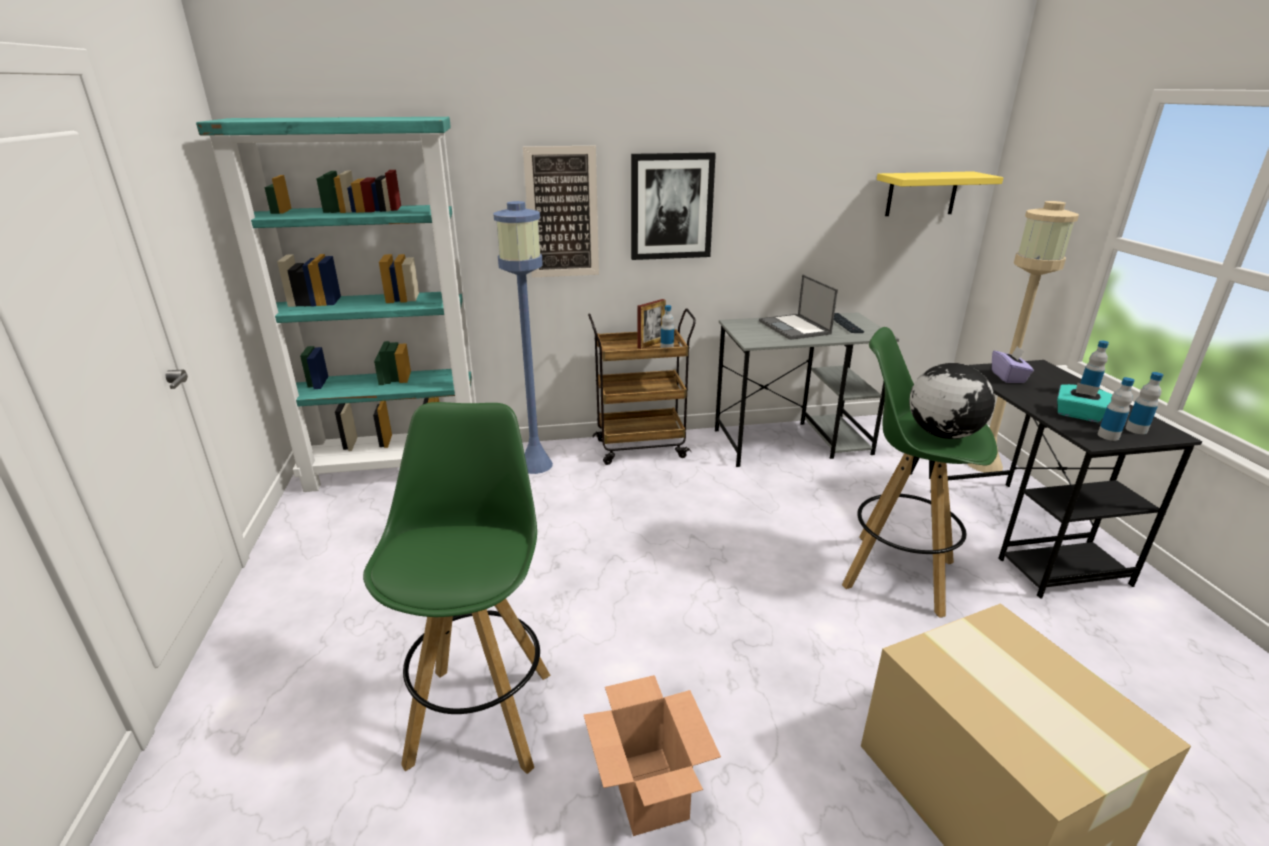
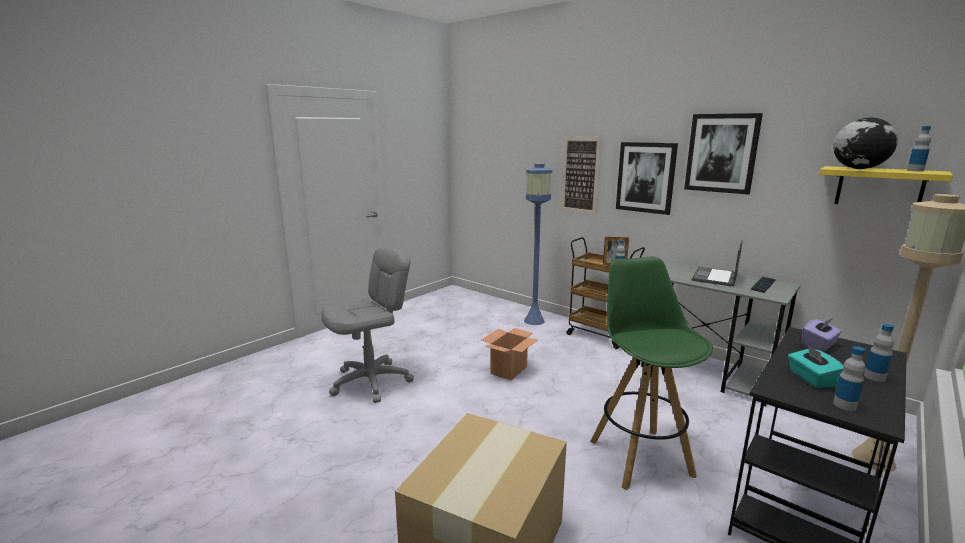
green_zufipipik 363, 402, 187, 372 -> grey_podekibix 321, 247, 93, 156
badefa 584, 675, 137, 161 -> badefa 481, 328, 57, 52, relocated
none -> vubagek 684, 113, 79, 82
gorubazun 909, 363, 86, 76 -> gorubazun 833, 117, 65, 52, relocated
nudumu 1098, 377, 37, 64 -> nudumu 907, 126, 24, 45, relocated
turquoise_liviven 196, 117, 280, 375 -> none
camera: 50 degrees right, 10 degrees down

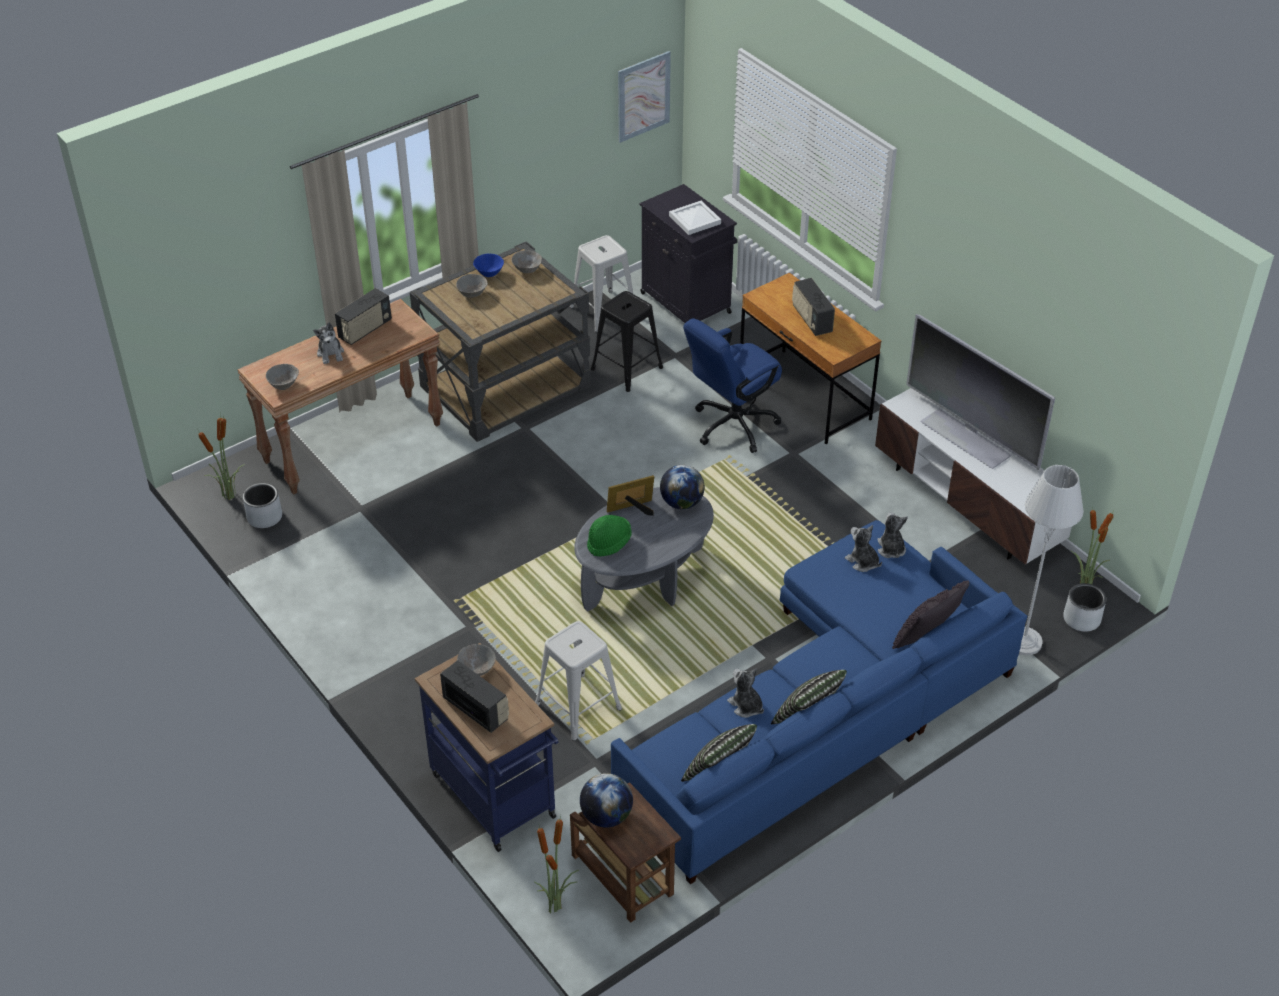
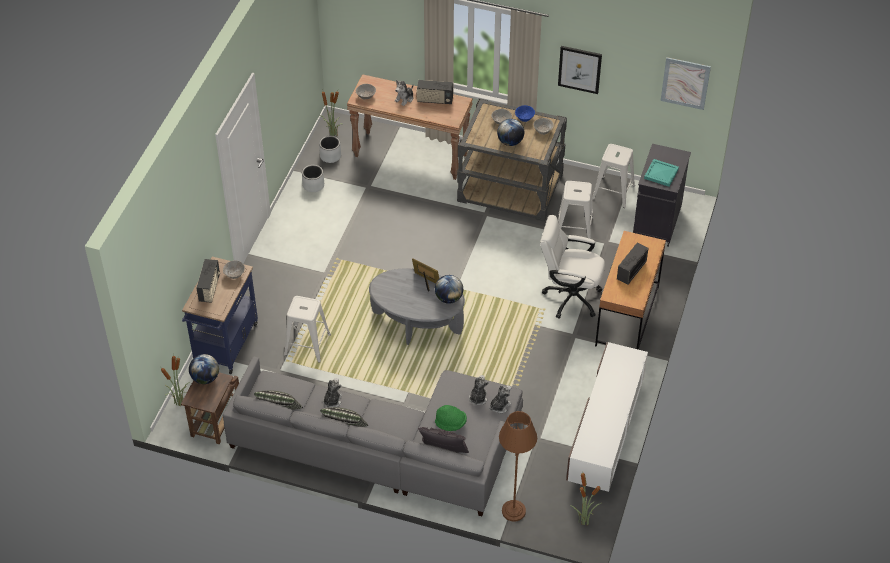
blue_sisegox 611, 520, 416, 364 -> grey_sisegox 223, 357, 300, 159
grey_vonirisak 1063, 583, 43, 49 -> grey_vonirisak 302, 165, 22, 27, relocated
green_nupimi 587, 515, 45, 42 -> green_nupimi 435, 405, 32, 26, relocated
none -> gorubazun 497, 119, 27, 27
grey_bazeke 1019, 465, 65, 191 -> brown_bazeke 499, 411, 38, 111
blue_podekibix 683, 318, 99, 135 -> white_podekibix 540, 215, 65, 104
none -> vubagek 558, 46, 44, 48
black_zufipipik 591, 291, 72, 101 -> white_zufipipik 558, 181, 36, 58
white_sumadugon 669, 201, 52, 34 -> turquoise_sumadugon 644, 159, 35, 28
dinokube 906, 314, 149, 156 -> none
camera: 55 degrees right, 5 degrees up

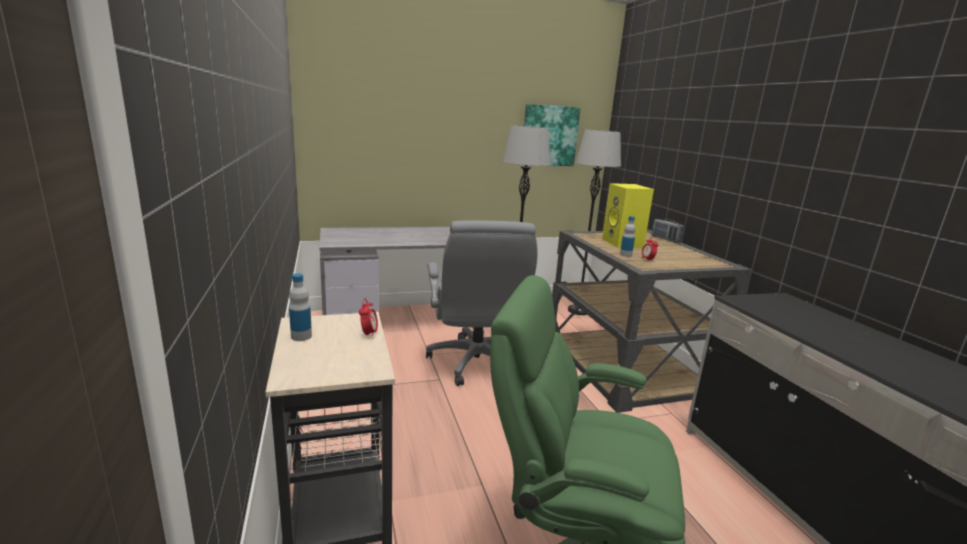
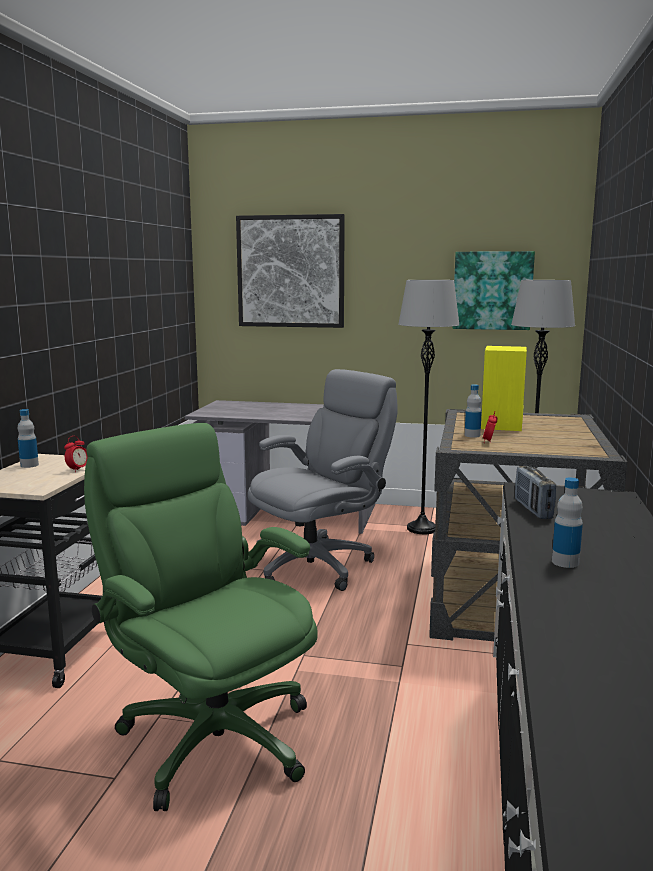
none -> vubagek 236, 214, 109, 114
grey_podekibix 426, 220, 112, 166 -> grey_podekibix 248, 369, 150, 222, 150 degrees counterclockwise
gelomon 652, 219, 32, 24 -> gelomon 515, 466, 41, 53, relocated
none -> nudumu 552, 478, 31, 90
camera: 30 degrees right, 5 degrees down

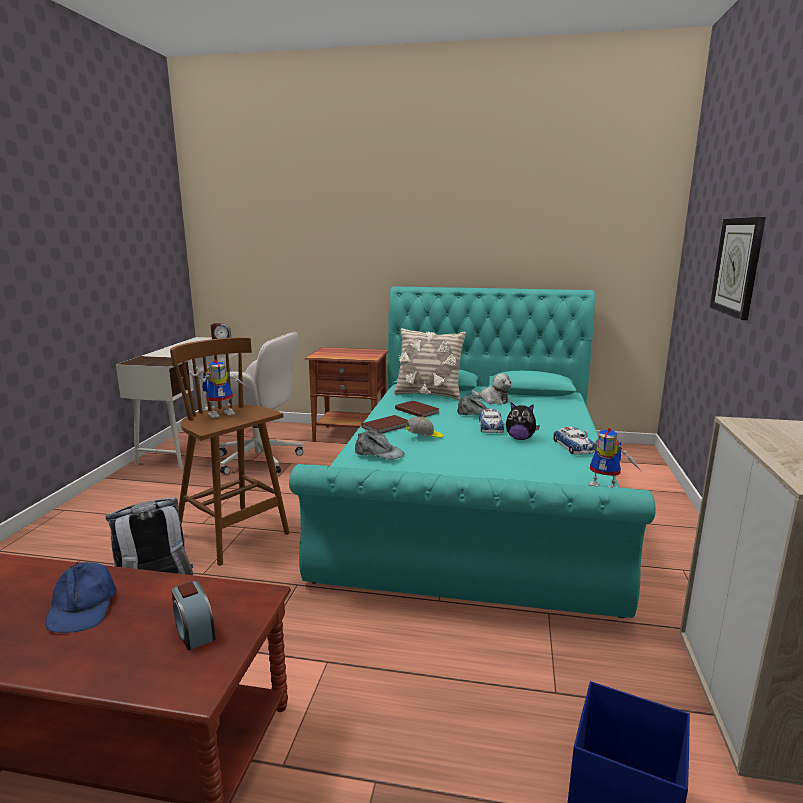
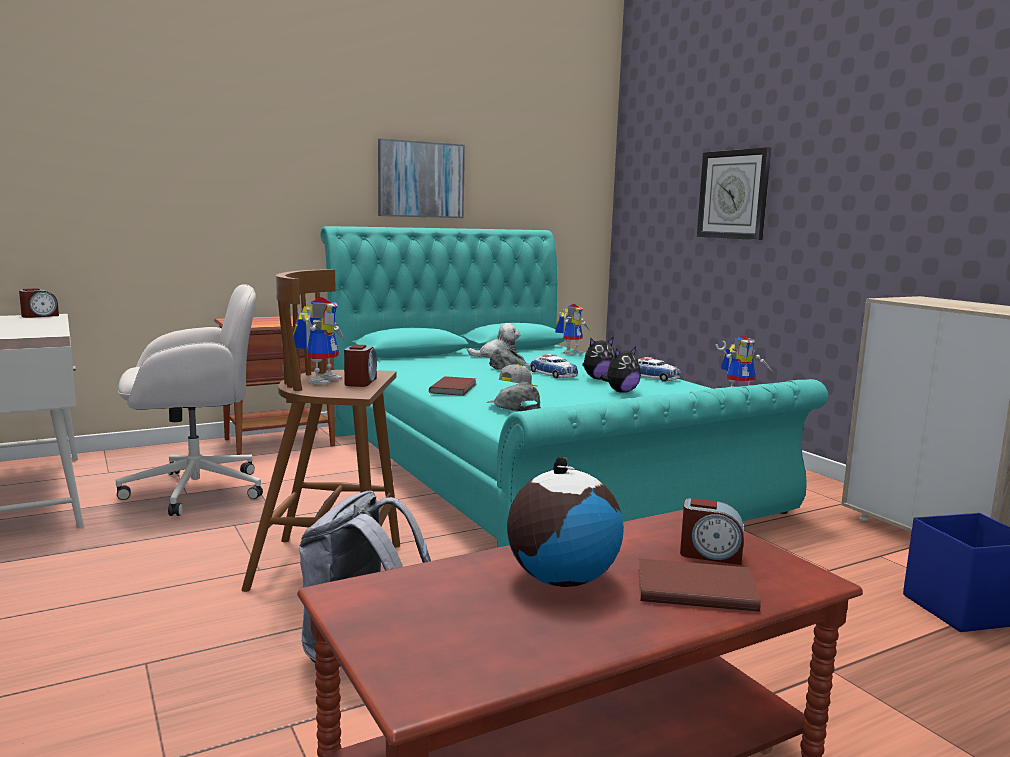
none -> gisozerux 344, 344, 33, 43
none -> vubagek 378, 138, 87, 80
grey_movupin 355, 430, 50, 30 -> grey_movupin 487, 381, 54, 30, 105 degrees counterclockwise
blue_movupin 45, 562, 72, 71 -> gorubazun 507, 456, 117, 131
none -> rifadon 555, 304, 35, 51
none -> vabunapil 600, 347, 41, 46
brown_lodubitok 395, 400, 45, 17 -> brown_lodubitok 638, 558, 123, 54, relocated
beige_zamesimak 394, 328, 72, 72 -> none
camera: 40 degrees left, 5 degrees down

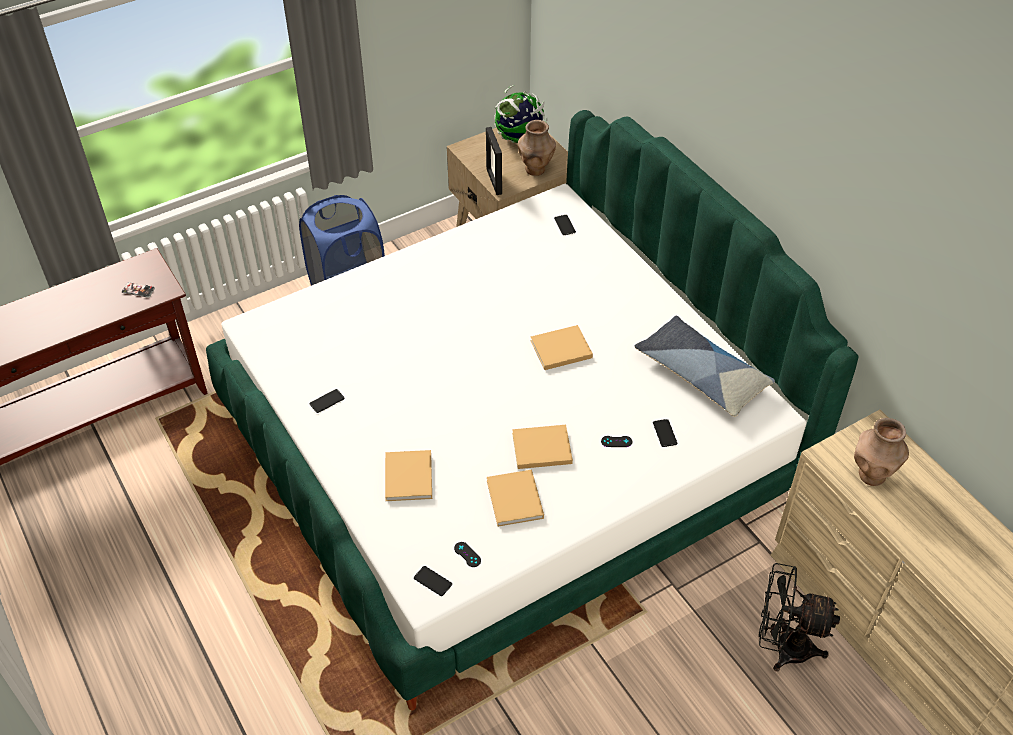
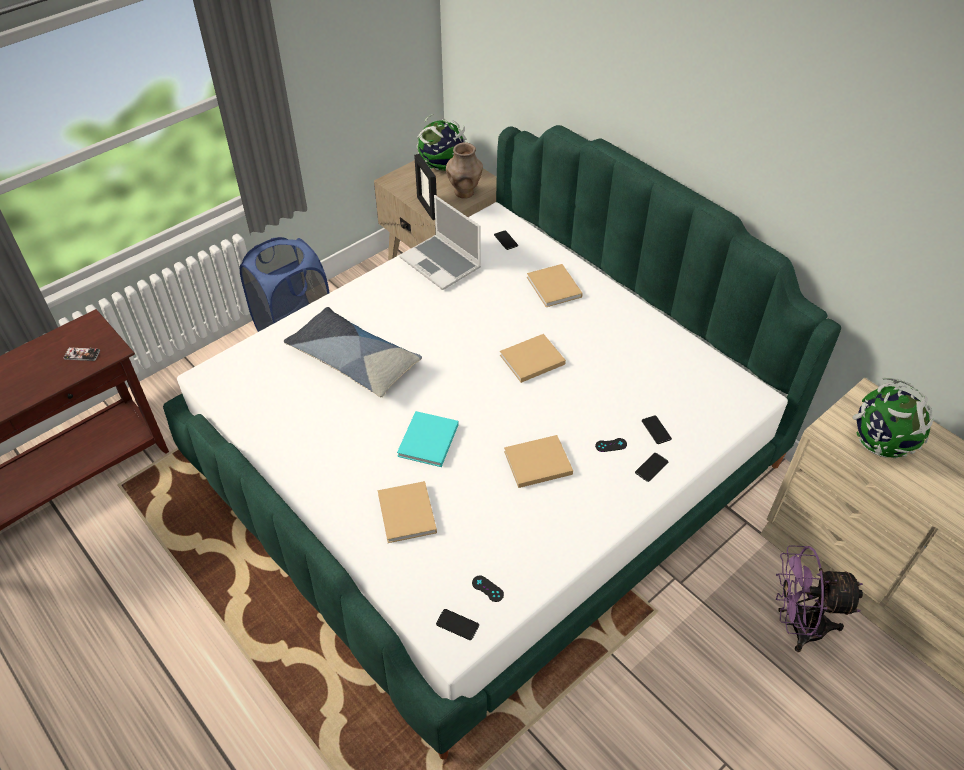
zamesimak 634, 316, 141, 101 -> zamesimak 284, 307, 138, 90, relocated
none -> turquoise_lodubitok 397, 411, 62, 56
none -> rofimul 399, 195, 82, 95
beige_lodubitok 487, 470, 57, 57 -> beige_lodubitok 527, 264, 56, 43, relocated
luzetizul 310, 389, 34, 24 -> luzetizul 635, 453, 33, 29, relocated
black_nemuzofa 759, 563, 81, 108 -> purple_nemuzofa 776, 545, 87, 107
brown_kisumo 854, 418, 55, 68 -> gorubazun 853, 378, 80, 80
camera: 10 degrees left, 0 degrees up

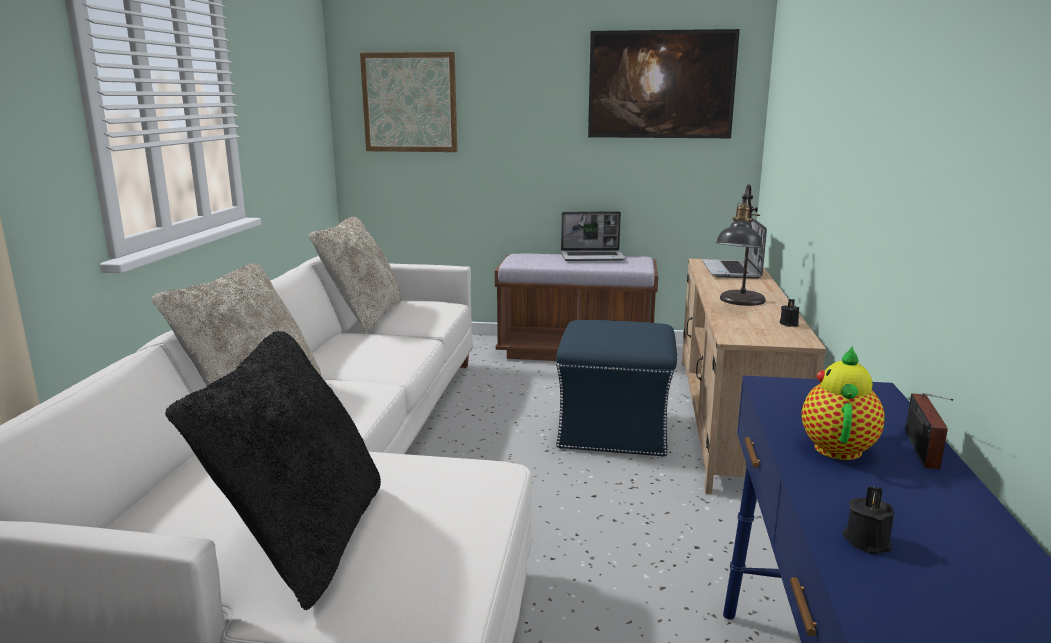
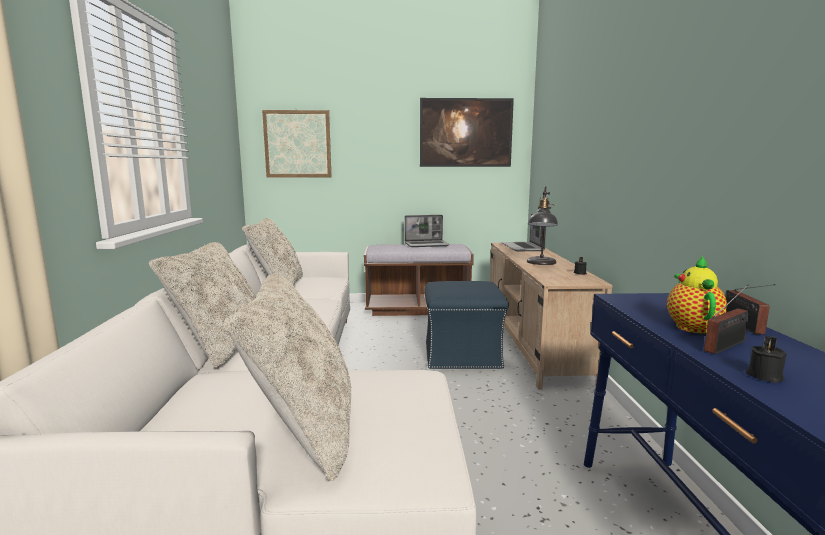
black_zamesimak 165, 331, 216, 280 -> beige_zamesimak 223, 274, 128, 207
none -> gelomon 704, 285, 45, 69
camera: 10 degrees left, 5 degrees down

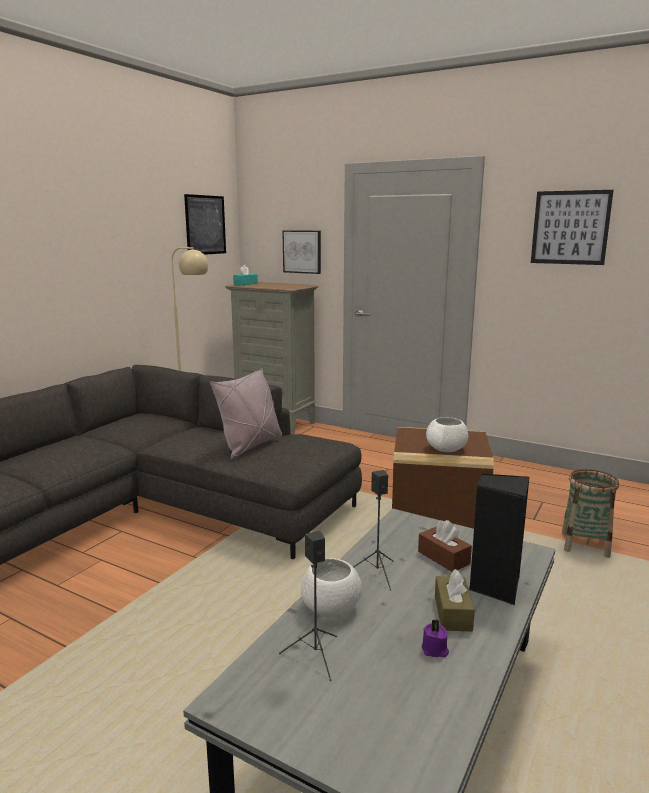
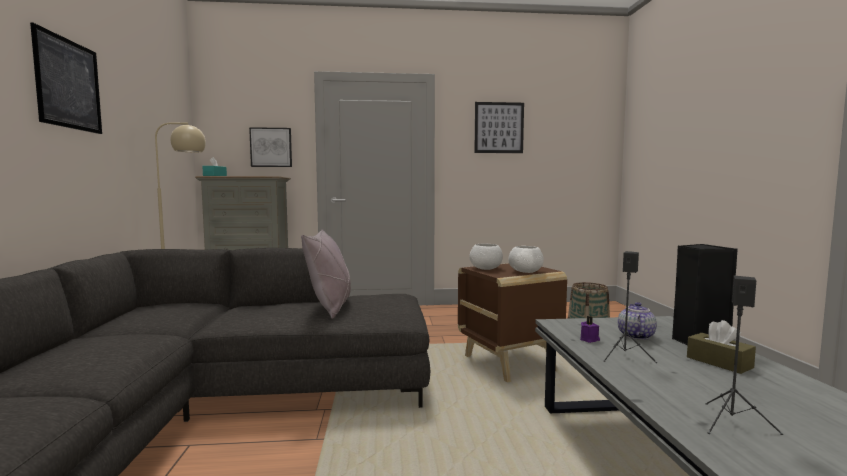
vubagek 184, 194, 42, 61 -> vubagek 30, 22, 72, 112, relocated
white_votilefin 301, 558, 61, 59 -> white_votilefin 469, 244, 34, 26, relocated
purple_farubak 422, 619, 27, 38 -> purple_farubak 580, 316, 20, 27, relocated
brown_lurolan 418, 520, 54, 52 -> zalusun 618, 302, 39, 38
camera: 35 degrees left, 10 degrees down

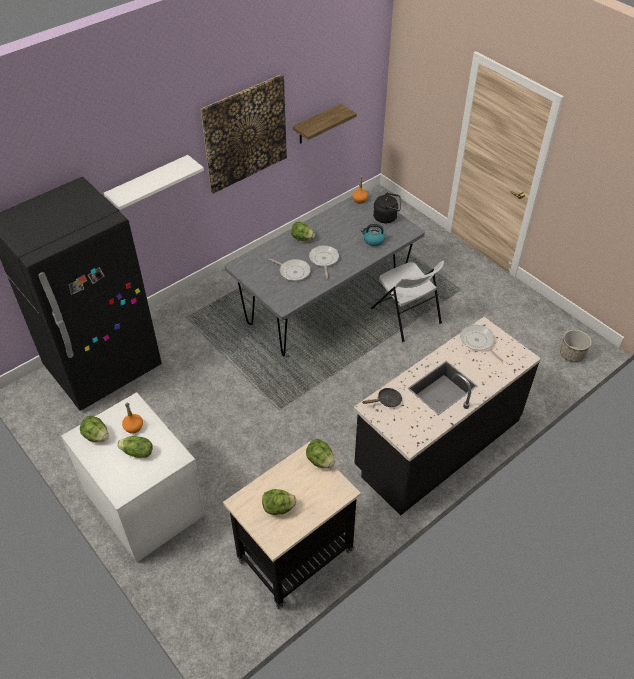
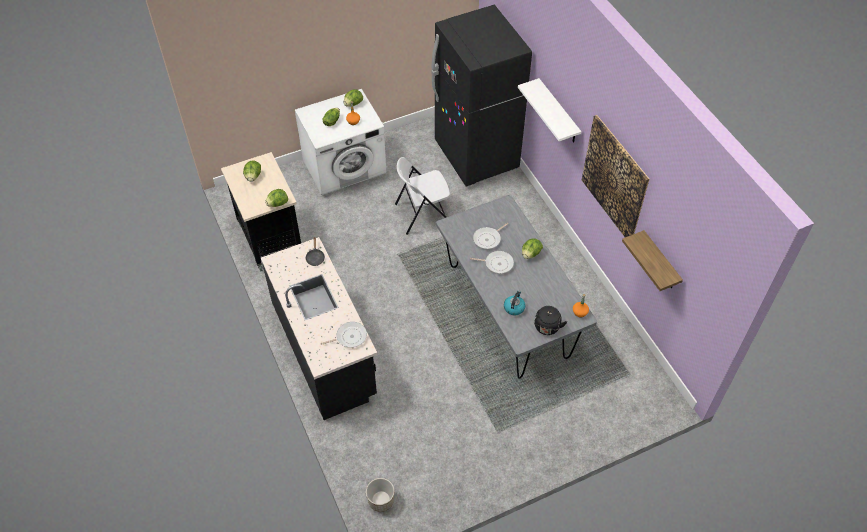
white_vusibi 371, 261, 73, 81 -> white_vusibi 395, 157, 55, 78, relocated
camera: 105 degrees right, 5 degrees up

